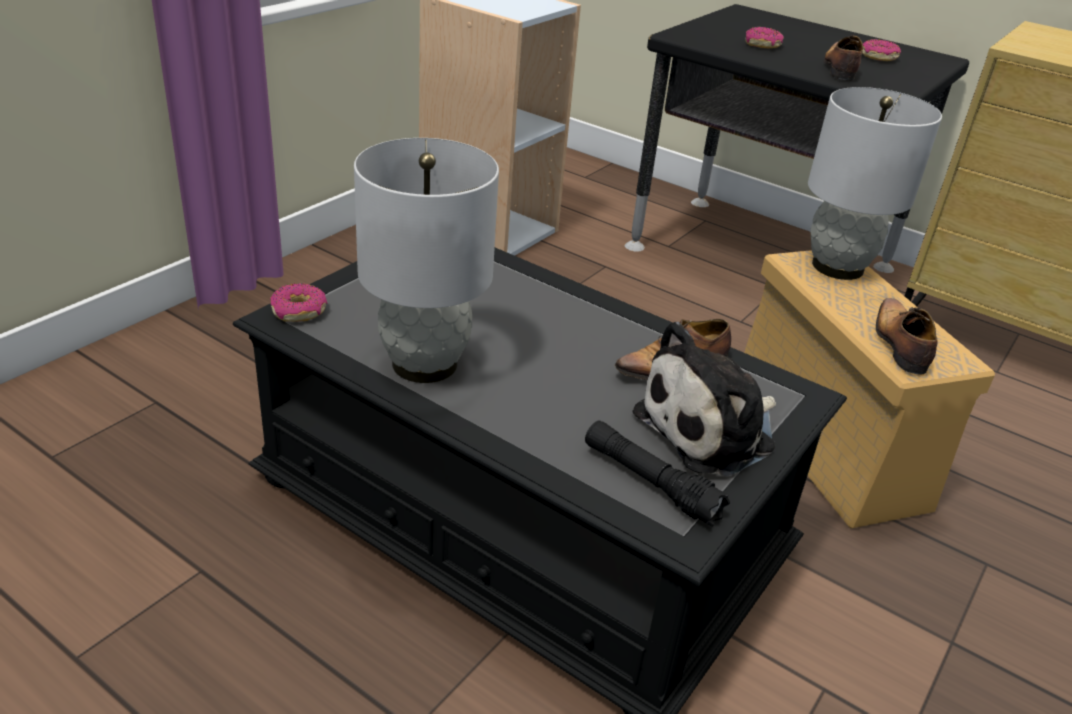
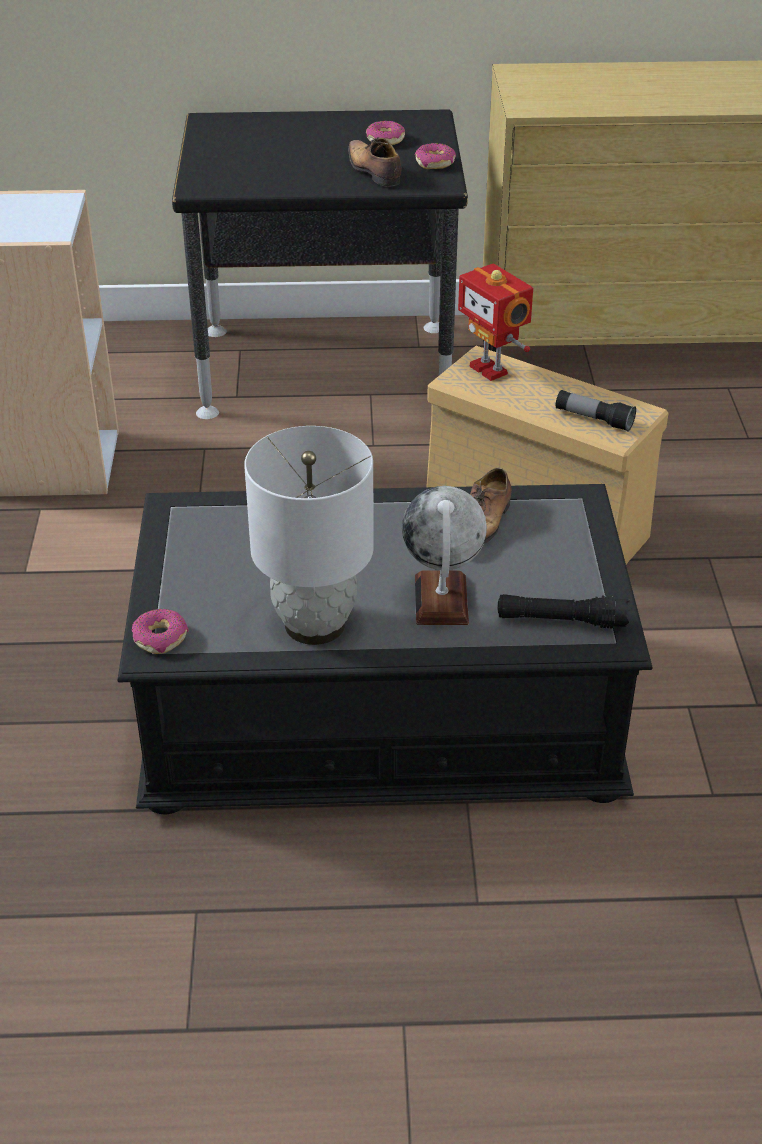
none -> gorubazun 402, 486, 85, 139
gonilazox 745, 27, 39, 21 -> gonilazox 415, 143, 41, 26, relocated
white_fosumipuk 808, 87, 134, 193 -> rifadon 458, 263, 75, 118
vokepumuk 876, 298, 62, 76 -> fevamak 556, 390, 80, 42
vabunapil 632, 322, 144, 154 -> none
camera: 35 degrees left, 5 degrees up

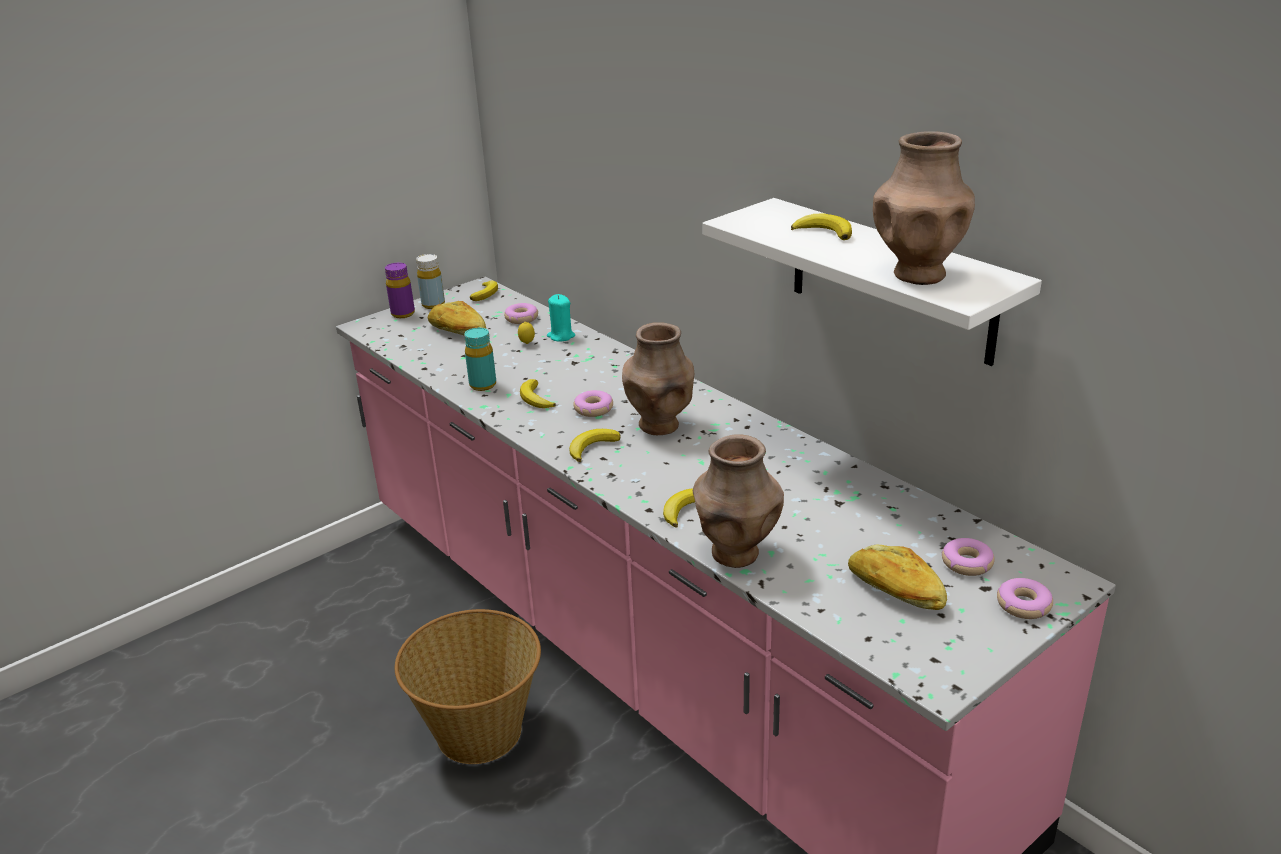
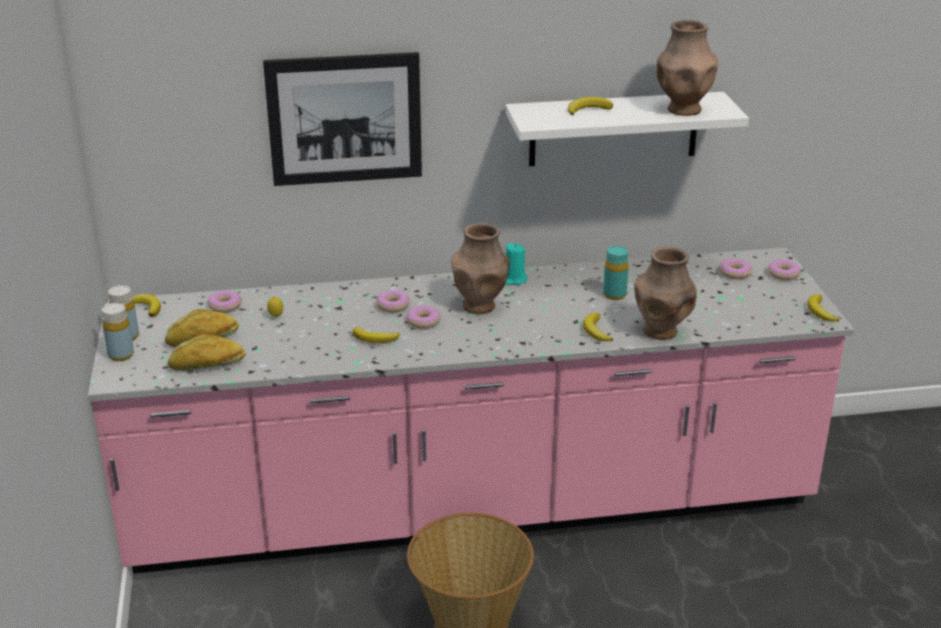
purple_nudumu 385, 263, 30, 55 -> yellow_nudumu 102, 303, 32, 58
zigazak 848, 544, 99, 66 -> zigazak 168, 334, 78, 37, relocated
none -> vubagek 263, 52, 159, 134
none -> gonilazox 377, 290, 33, 23
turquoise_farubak 547, 294, 28, 48 -> turquoise_farubak 506, 243, 21, 42, relocated
turquoise_nudumu 464, 328, 32, 63 -> turquoise_nudumu 603, 246, 26, 54, relocated
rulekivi 569, 429, 52, 33 -> rulekivi 807, 294, 32, 28, relocated
camera: 60 degrees left, 0 degrees up

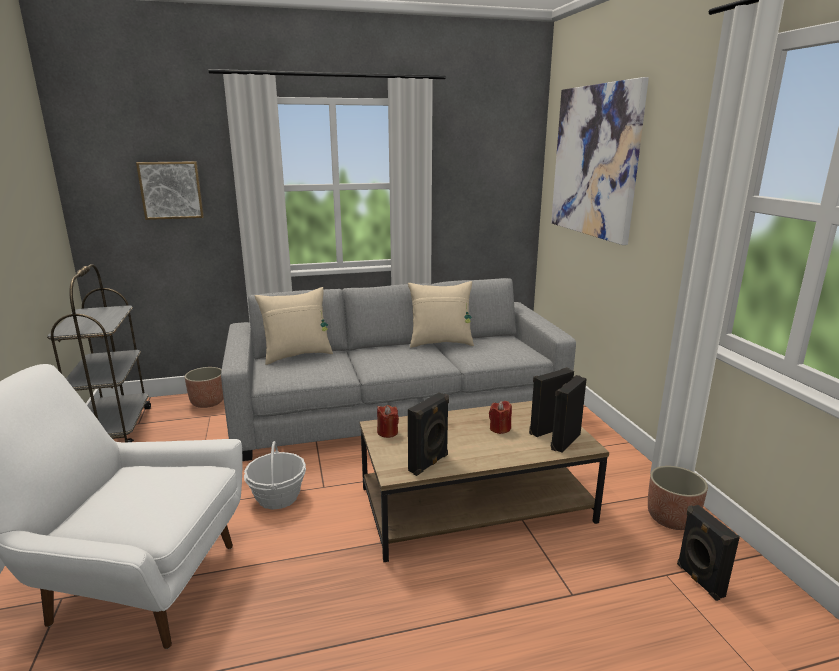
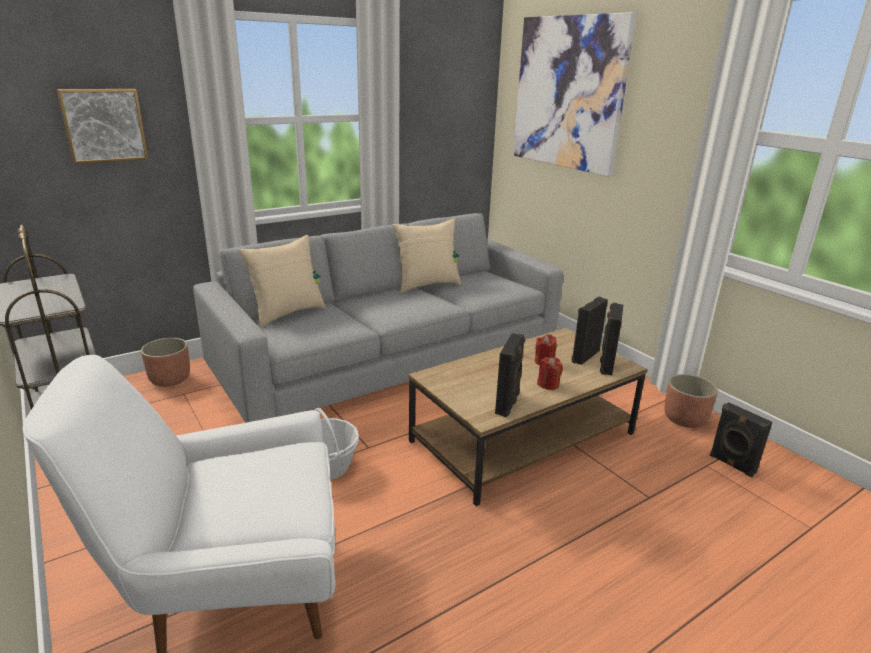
red_farubak 377, 405, 22, 33 -> red_farubak 537, 357, 26, 33, relocated
camera: 20 degrees left, 5 degrees up

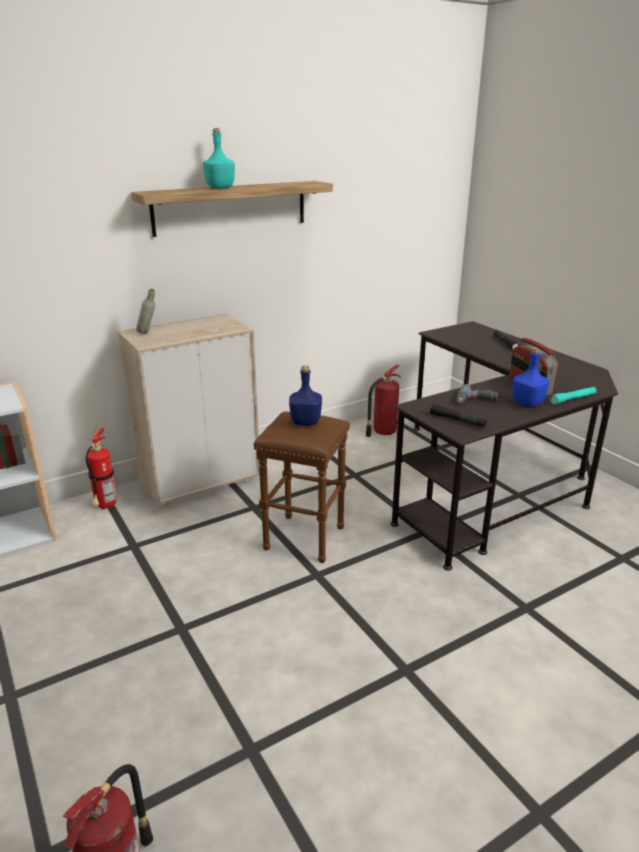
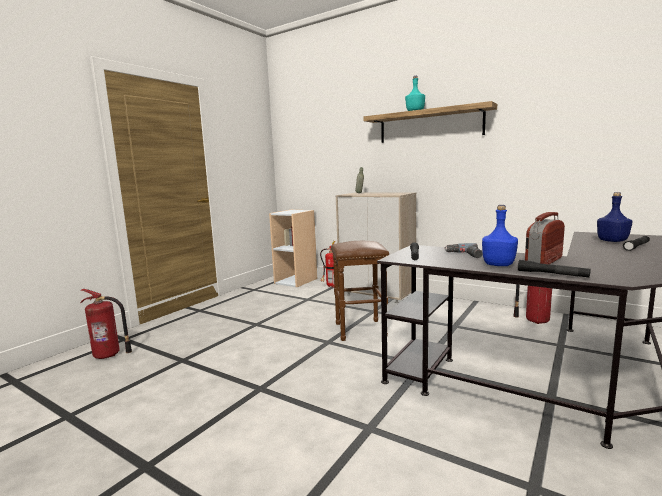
turquoise_fevamak 550, 387, 47, 17 -> black_fevamak 518, 260, 72, 18
blue_nudumu 289, 365, 33, 61 -> blue_nudumu 597, 192, 36, 50, relocated
camera: 65 degrees right, 15 degrees down

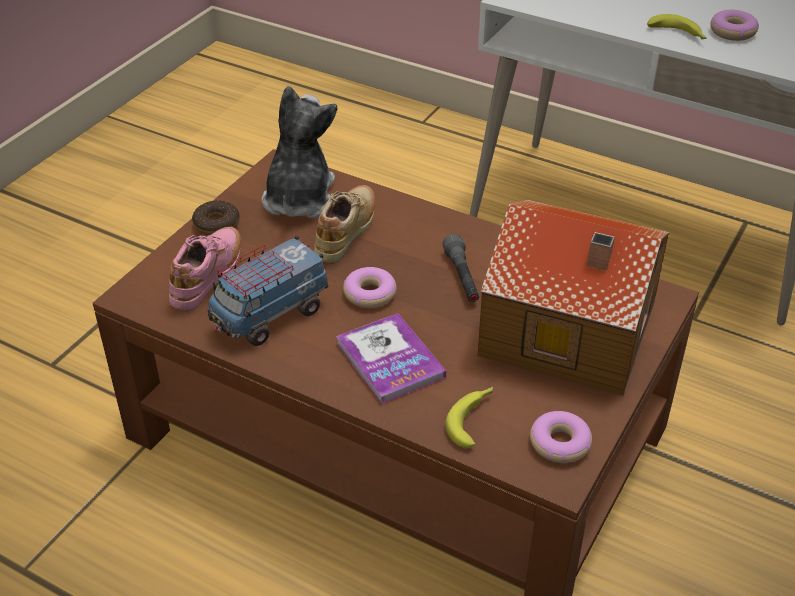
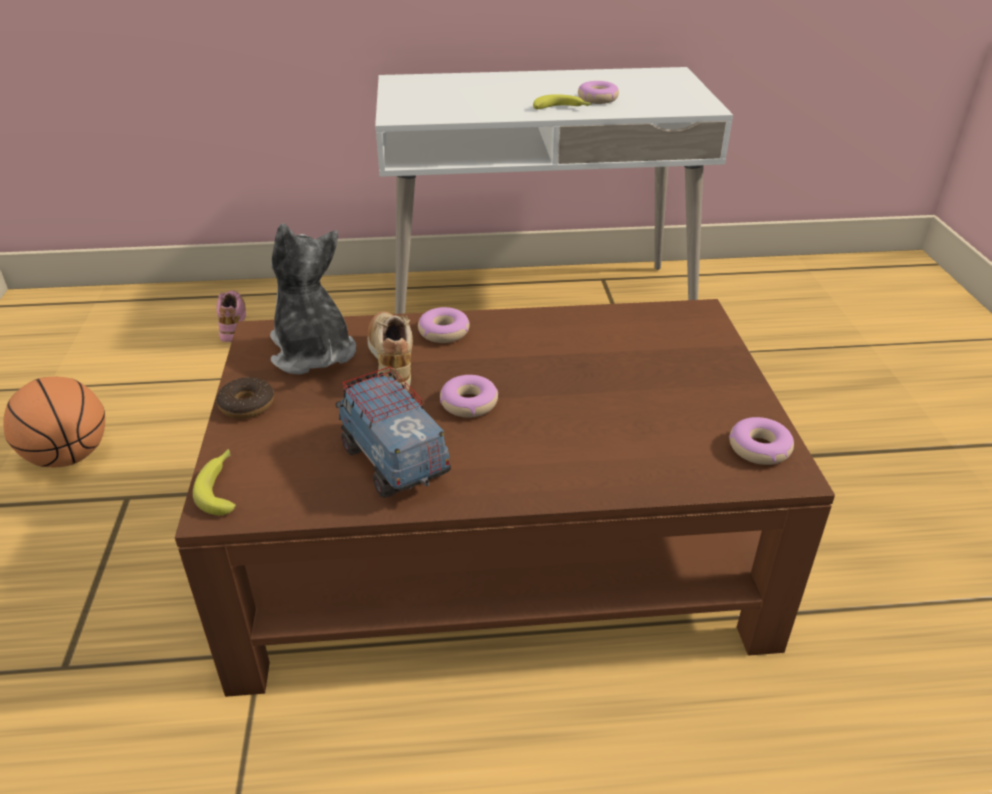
none -> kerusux 3, 377, 102, 90
rulekivi 445, 387, 48, 61 -> rulekivi 193, 449, 43, 66, relocated
pink_vokepumuk 169, 227, 72, 84 -> pink_vokepumuk 217, 290, 29, 52, relocated
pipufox 207, 235, 121, 111 -> pipufox 336, 366, 115, 132, 135 degrees clockwise
none -> gonilazox 418, 307, 52, 36
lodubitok 336, 313, 110, 91 -> none
grey_fevamak 442, 234, 37, 68 -> none
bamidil 478, 200, 191, 196 -> none
camera: 35 degrees left, 5 degrees down

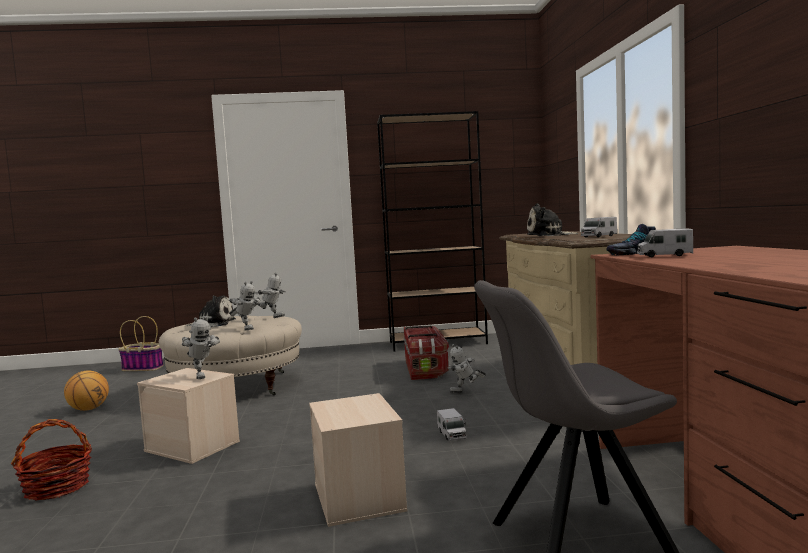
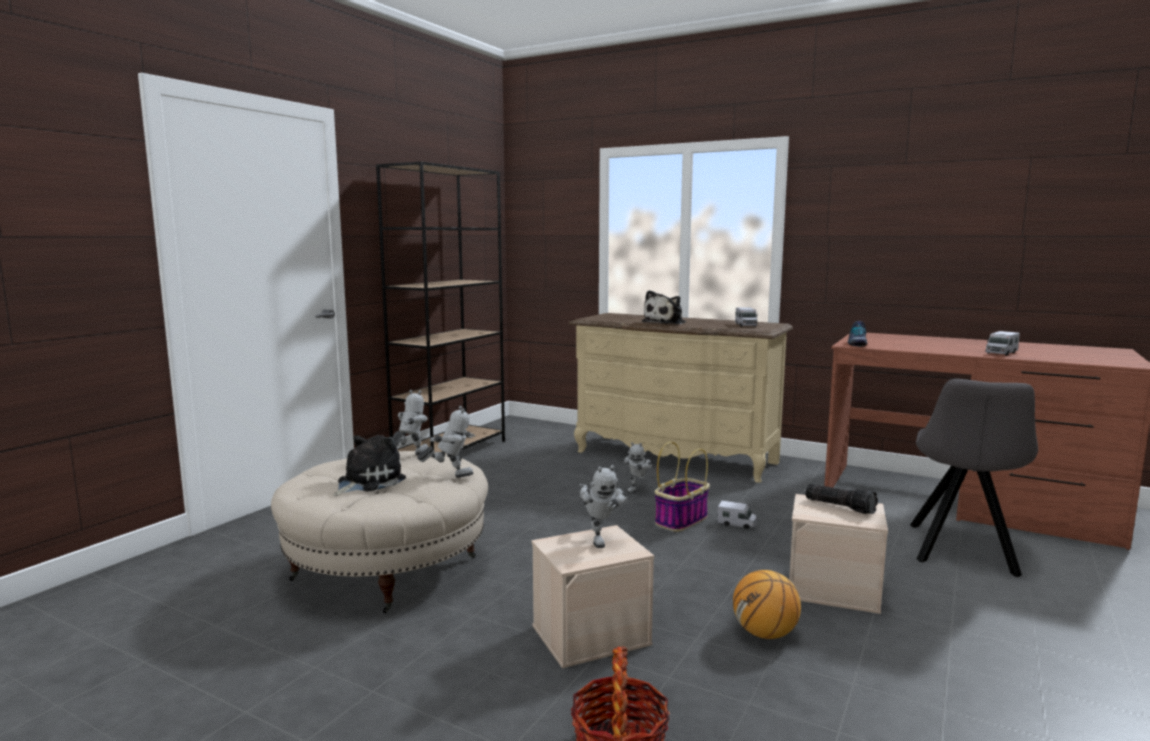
rifadon 182, 316, 38, 63 -> rifadon 579, 465, 49, 83, 75 degrees clockwise
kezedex 119, 316, 45, 55 -> kezedex 655, 442, 55, 90, relocated
kerusux 64, 370, 45, 41 -> kerusux 733, 570, 68, 69, relocated
none -> fevamak 805, 484, 73, 30
pipufox 637, 228, 56, 29 -> pipufox 985, 331, 35, 25, relocated
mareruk 403, 325, 46, 55 -> none
camera: 55 degrees left, 5 degrees up

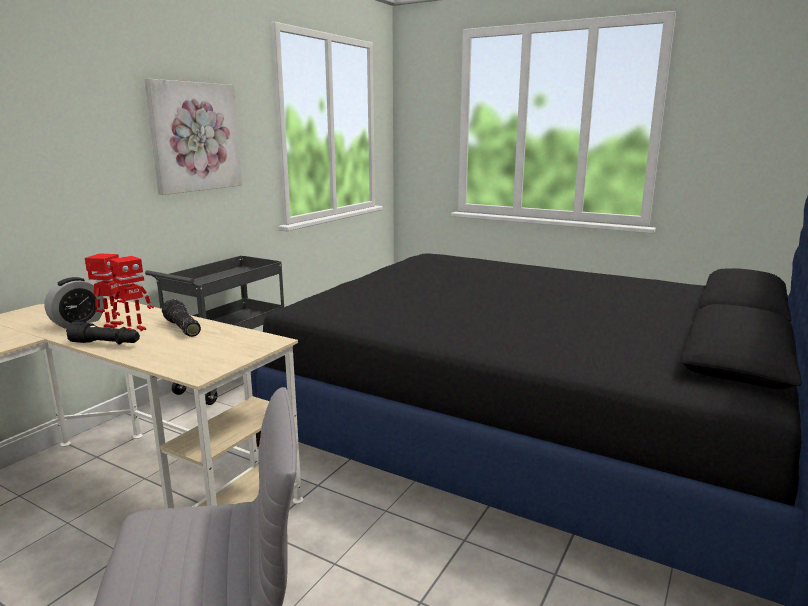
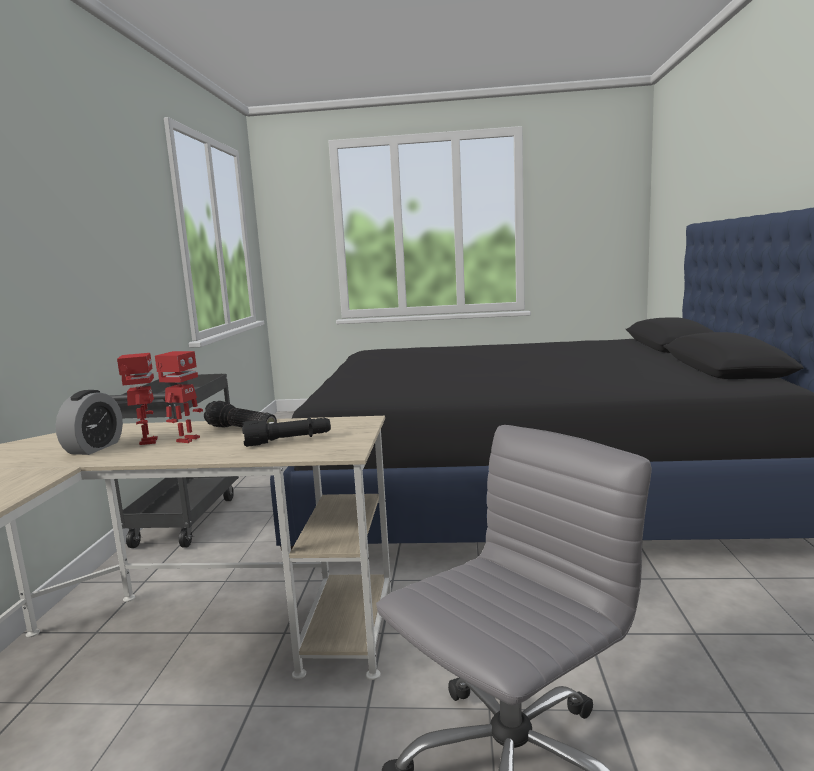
black_fevamak 66, 321, 74, 23 -> black_fevamak 242, 417, 89, 30, relocated
vubagek 144, 79, 98, 116 -> none
camera: 25 degrees left, 5 degrees down

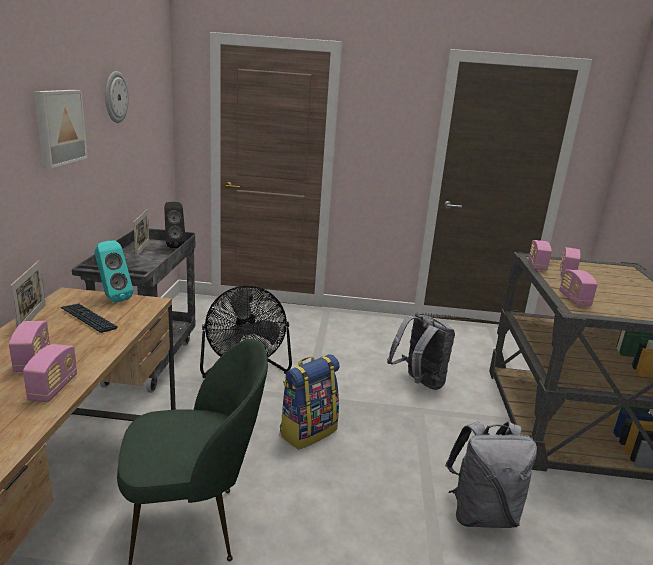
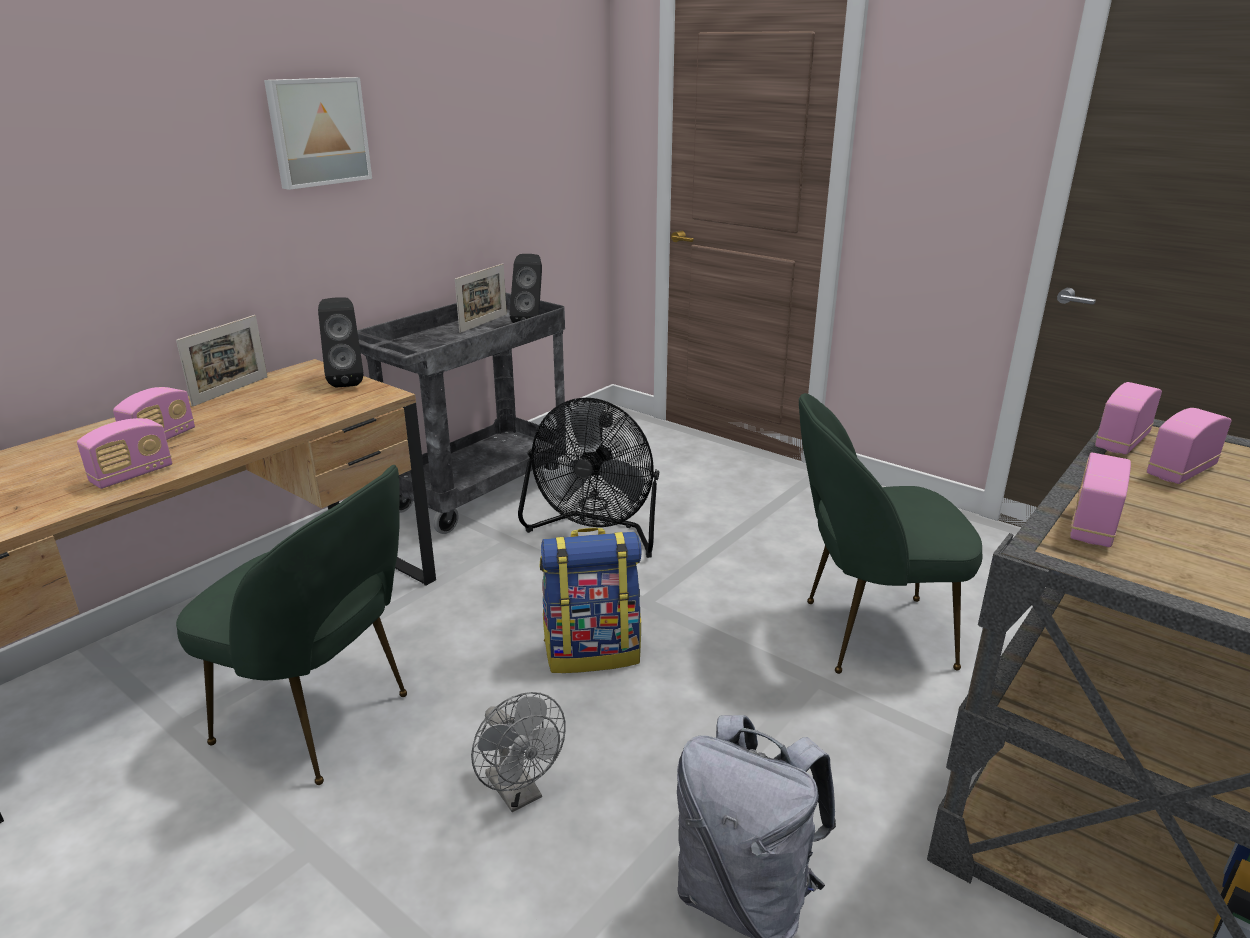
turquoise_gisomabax 94, 240, 39, 63 -> black_gisomabax 318, 297, 45, 90
none -> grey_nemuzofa 471, 692, 95, 120
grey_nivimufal 387, 313, 68, 77 -> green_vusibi 799, 393, 183, 281
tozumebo 61, 303, 57, 30 -> none
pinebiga 105, 71, 24, 52 -> none
camera: 35 degrees right, 5 degrees up

